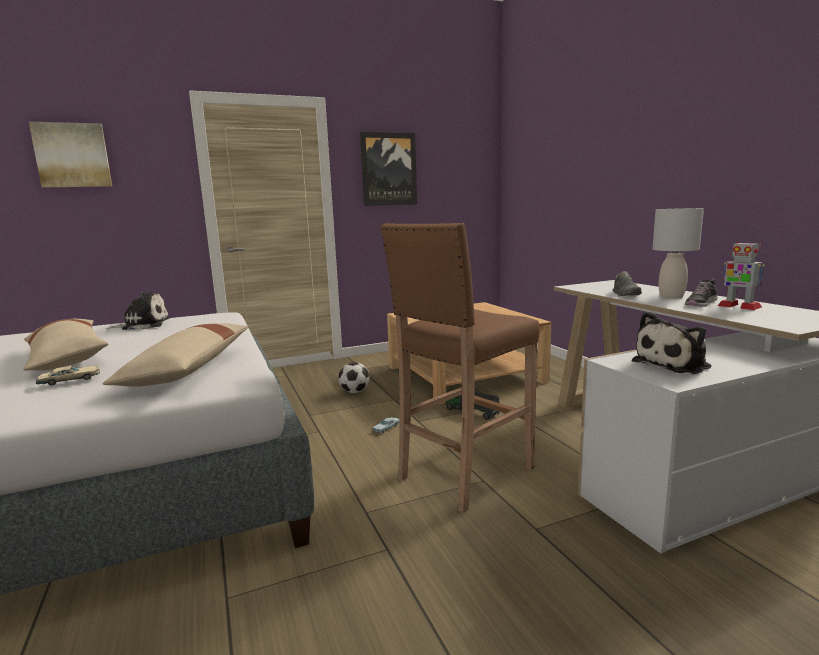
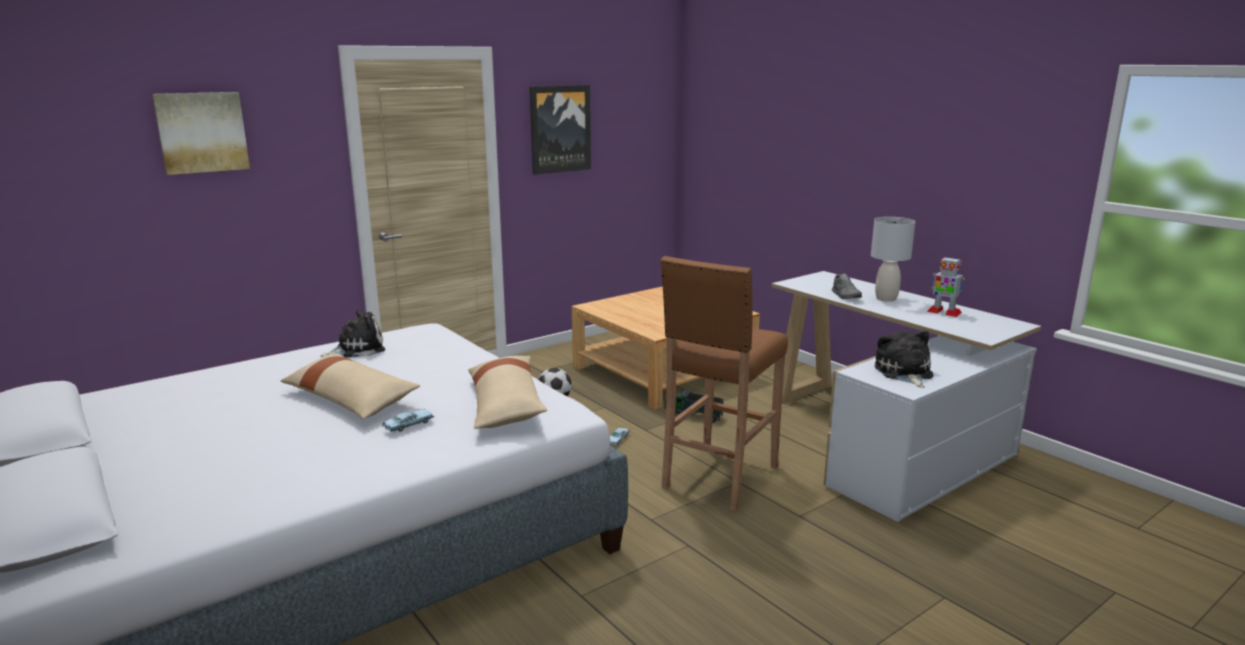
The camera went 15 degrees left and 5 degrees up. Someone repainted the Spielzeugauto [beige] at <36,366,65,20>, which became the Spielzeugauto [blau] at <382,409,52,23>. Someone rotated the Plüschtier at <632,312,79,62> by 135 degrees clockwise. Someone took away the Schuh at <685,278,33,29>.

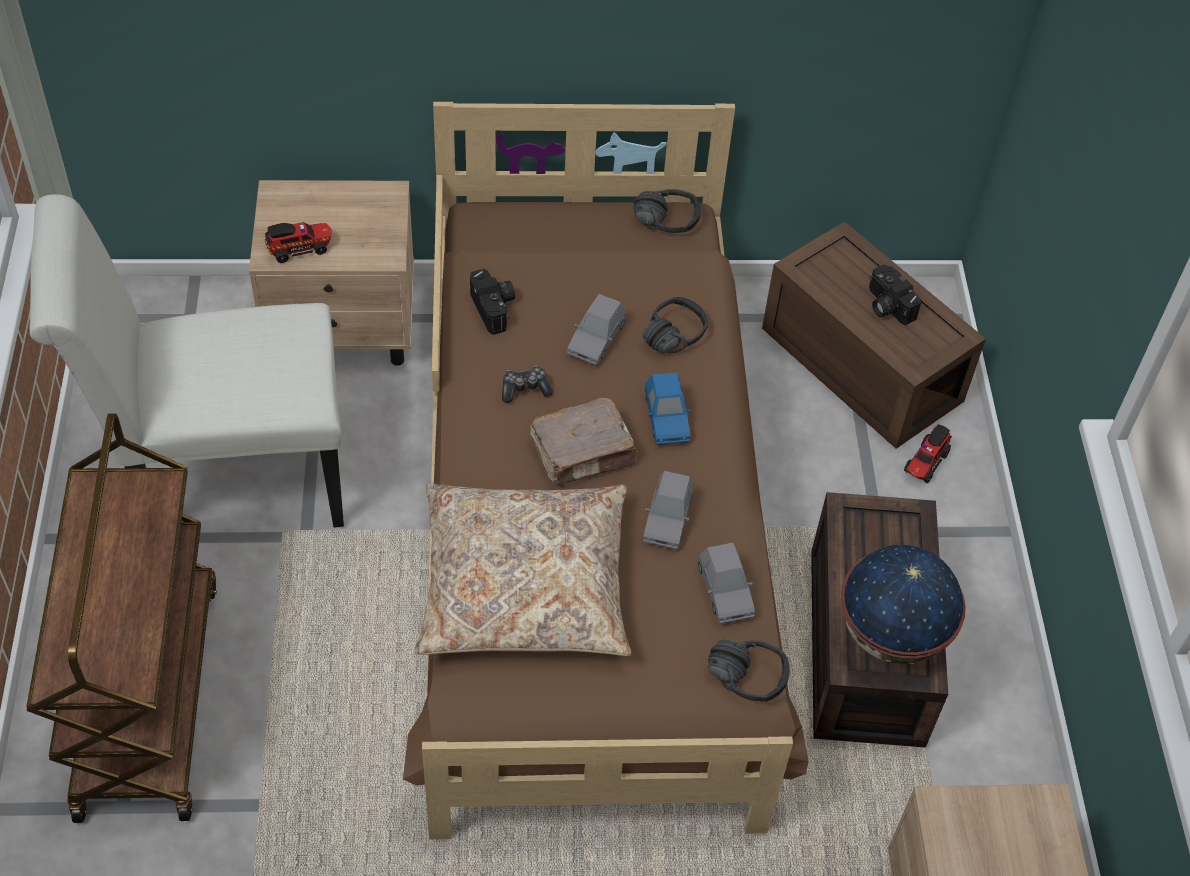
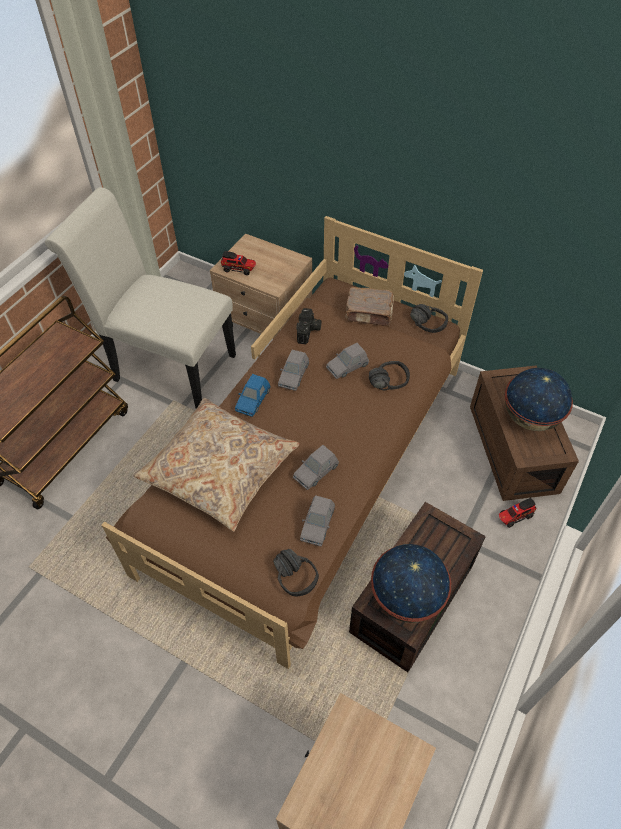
The camera went 35 degrees right and 0 degrees up. Someone carried the Spielzeugauto [blau] from <645,372,46,73> to <235,374,36,43>. Someone swapped the Gamepad at <502,366,51,37> for the Spielzeugauto [grau] at <278,350,31,41>. Someone carried the Buch [braun] from <530,398,108,87> to <345,287,49,40>. Someone swapped the Kamera at <869,264,52,61> for the Globus at <505,368,68,63>.

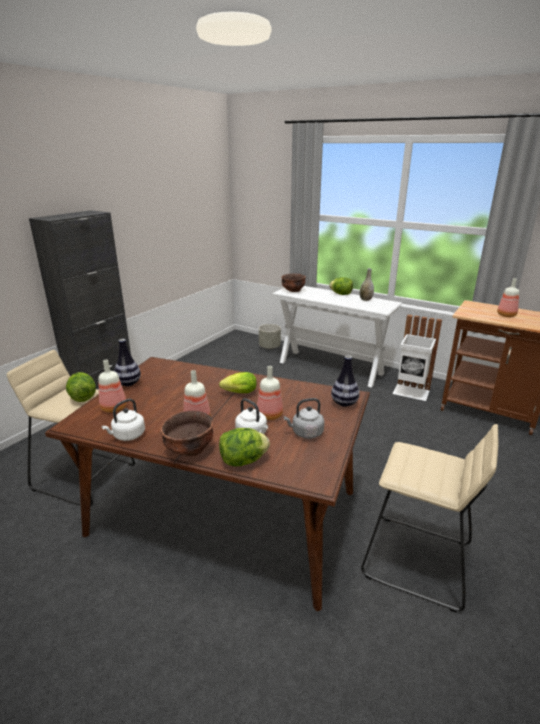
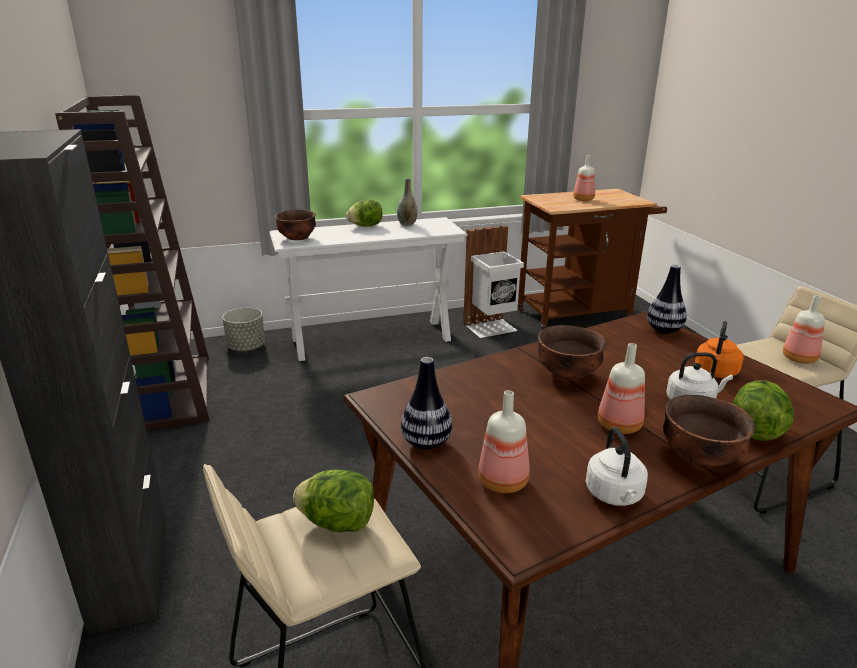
The camera went 50 degrees left and 0 degrees up. Someone put down the Bücherregal [braun] at <55,95,155,336>. Someone swapped the Salatkopf at <219,372,38,21> for the Schüssel [braun] at <538,325,68,55>. Someone repainted the Wasserkessel [grau] at <283,398,41,41>, which became the Wasserkessel [orange] at <695,321,49,57>. Someone carried the Flasche from <257,366,26,54> to <783,295,42,69>.

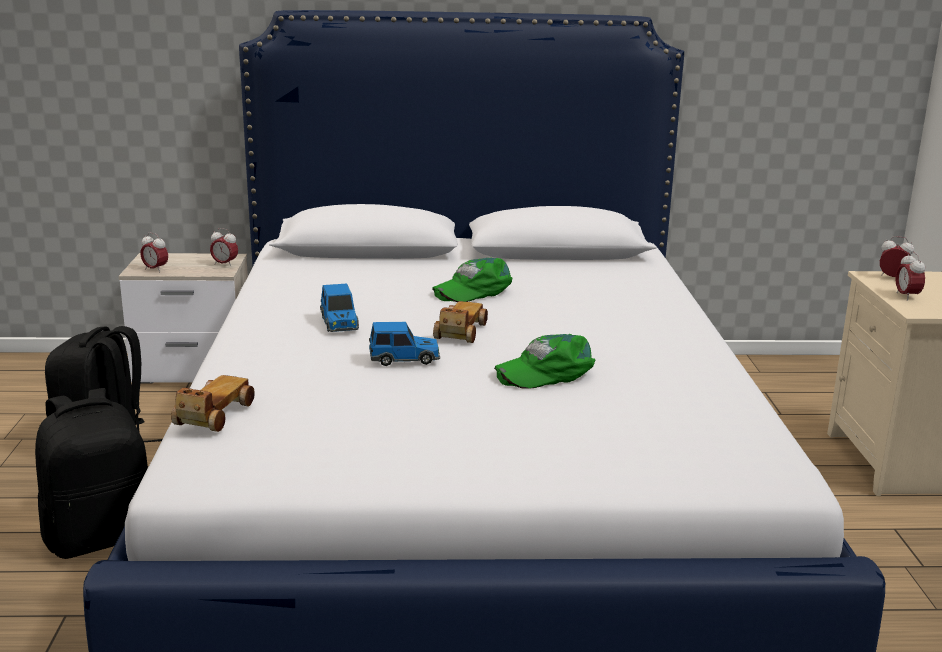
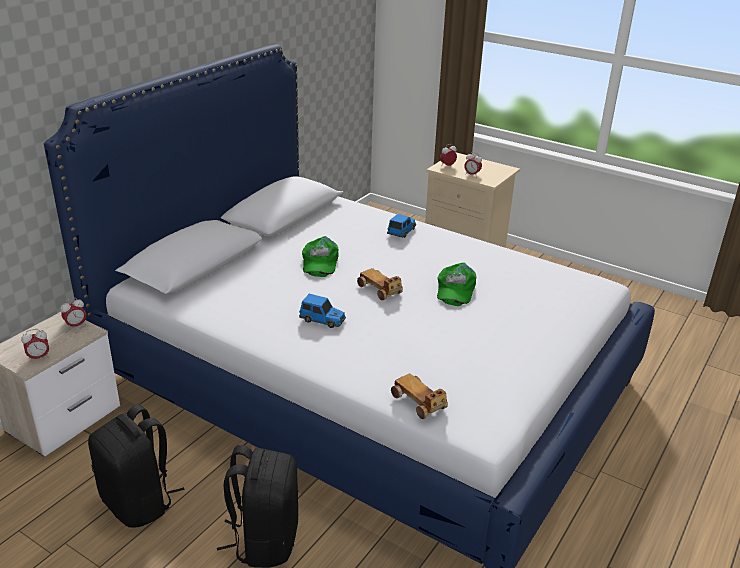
The camera went 55 degrees left and 10 degrees up. Someone carried the Spielzeugauto from <369,322,71,44> to <387,214,29,24>.

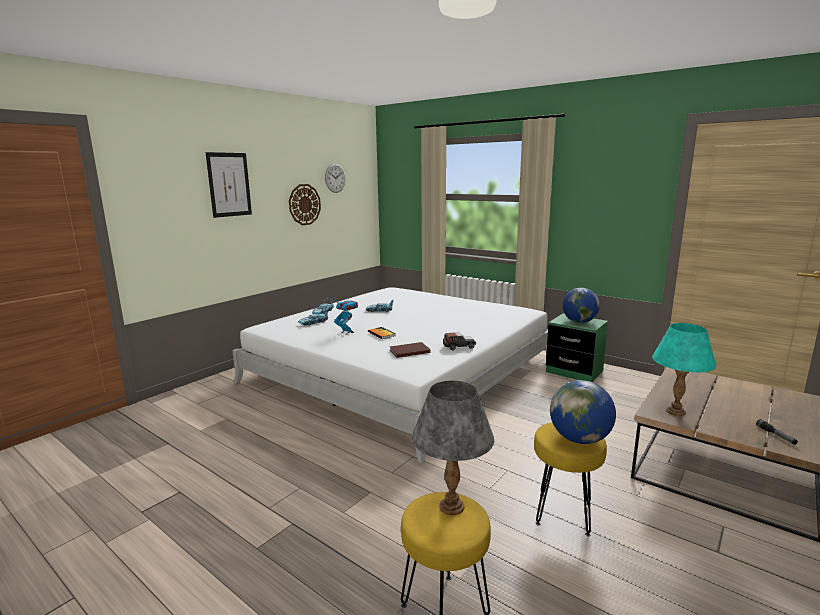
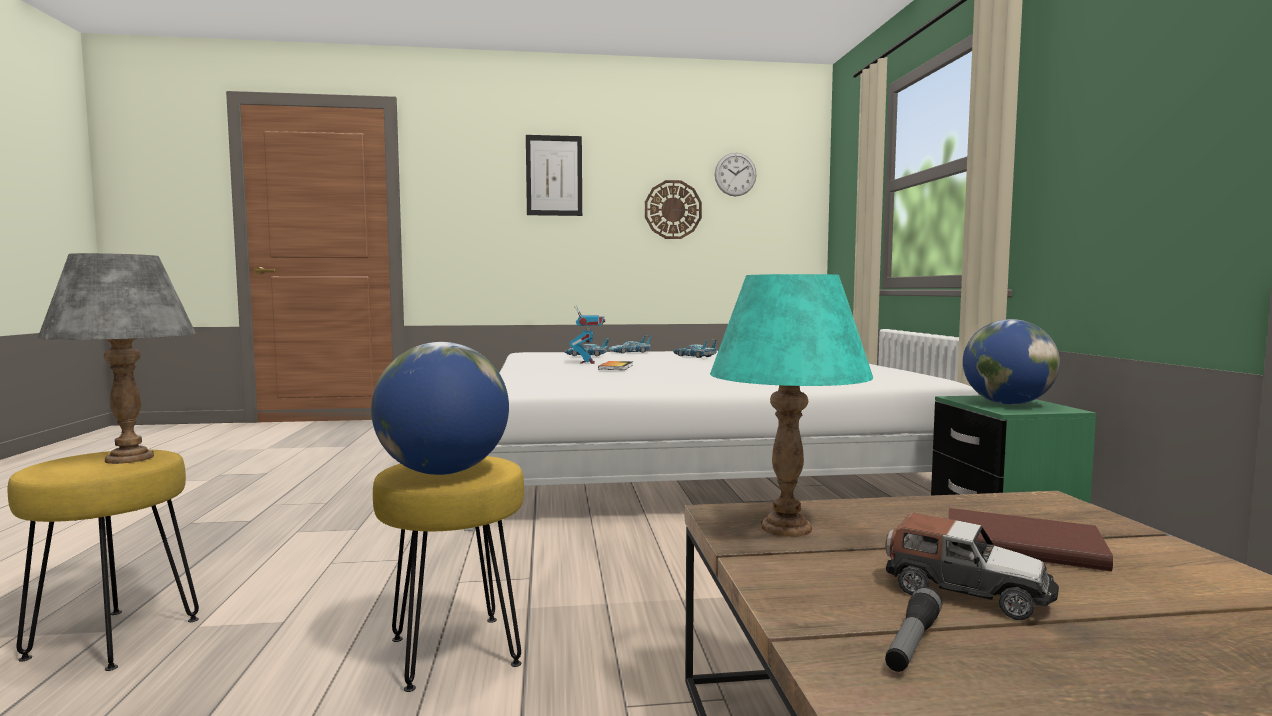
The camera went 45 degrees right and 10 degrees down. Someone carried the Spielzeugauto from <443,332,33,18> to <885,513,174,107>. Someone carried the Buch [braun] from <390,342,41,16> to <948,508,165,63>.

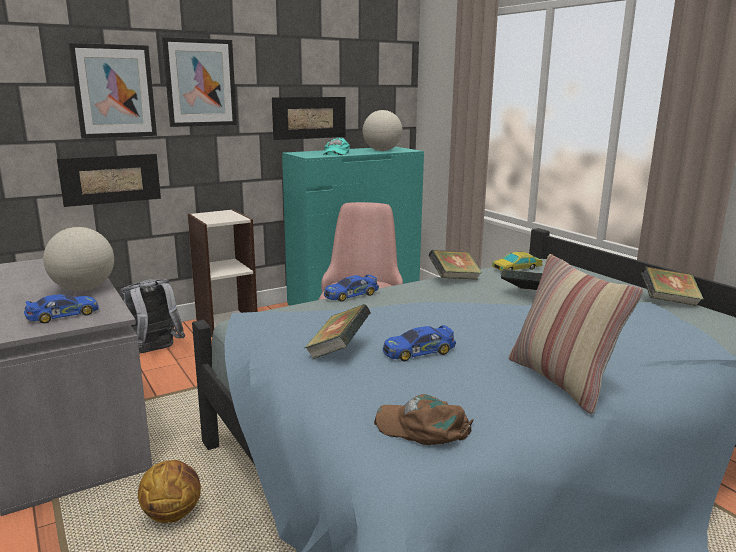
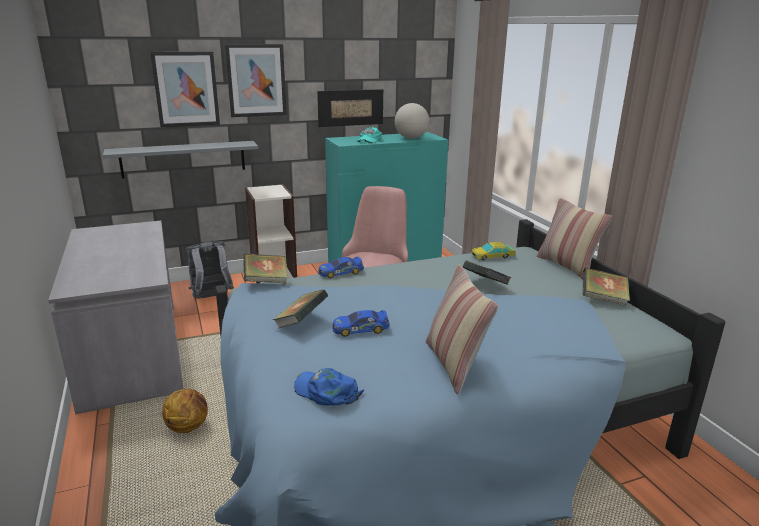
The camera went 10 degrees right and 5 degrees up. Someone swapped the Bild at <57,154,104,53> for the Wandregal [grau] at <103,141,155,38>. Someone carried the Buch from <428,250,54,30> to <243,254,45,29>. Someone repainted the Kappe [braun] at <374,394,100,51>, which became the Kappe [blau] at <294,368,70,38>. Someone put down the Kissen at <537,198,75,81>. Someone took away the Spielzeugauto at <24,294,75,30>. Someone took away the Globus at <43,227,71,64>.

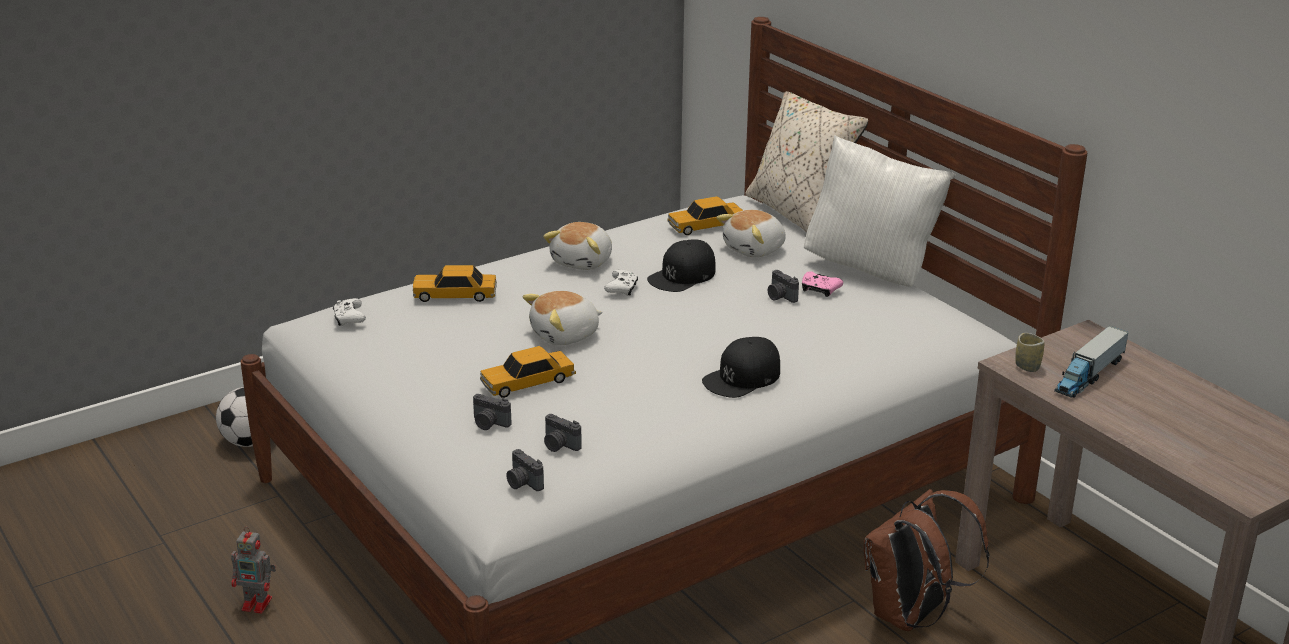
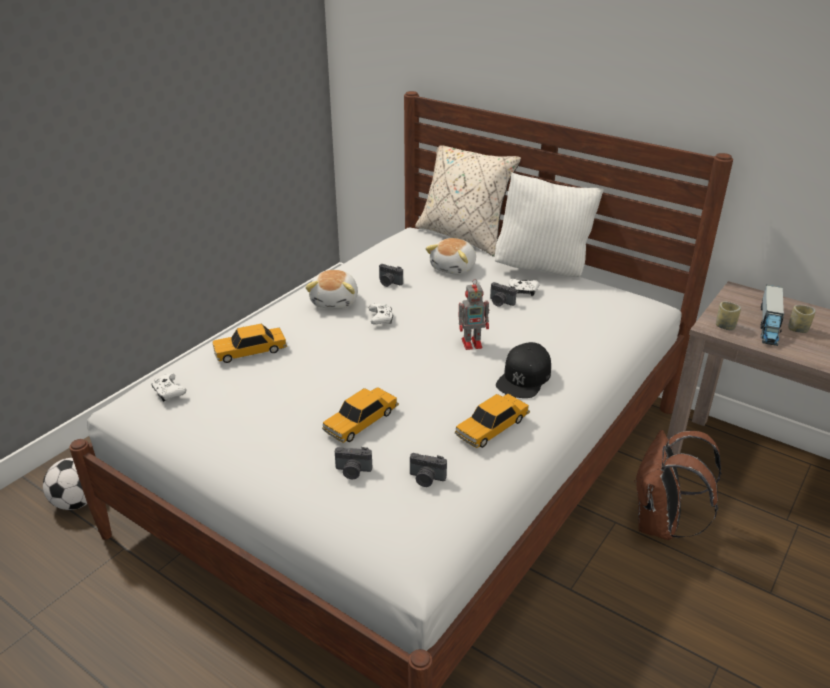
The camera went 20 degrees left and 5 degrees up. Someone carried the Kamera from <506,449,38,42> to <379,264,24,23>. Someone carried the Spielzeugauto from <668,196,75,39> to <455,394,75,54>. Someone carried the Spielzeugroboter from <231,526,45,87> to <459,279,30,71>. Someone repainted the Gamepad [rosa] at <802,271,41,26>, which became the Gamepad [weiß] at <509,279,31,17>. Someone put down the Tasse at <788,305,28,28>. Someone took away the Plüschtier at <523,291,80,54>. Someone took away the Kappe [schwarz] at <647,239,69,53>.

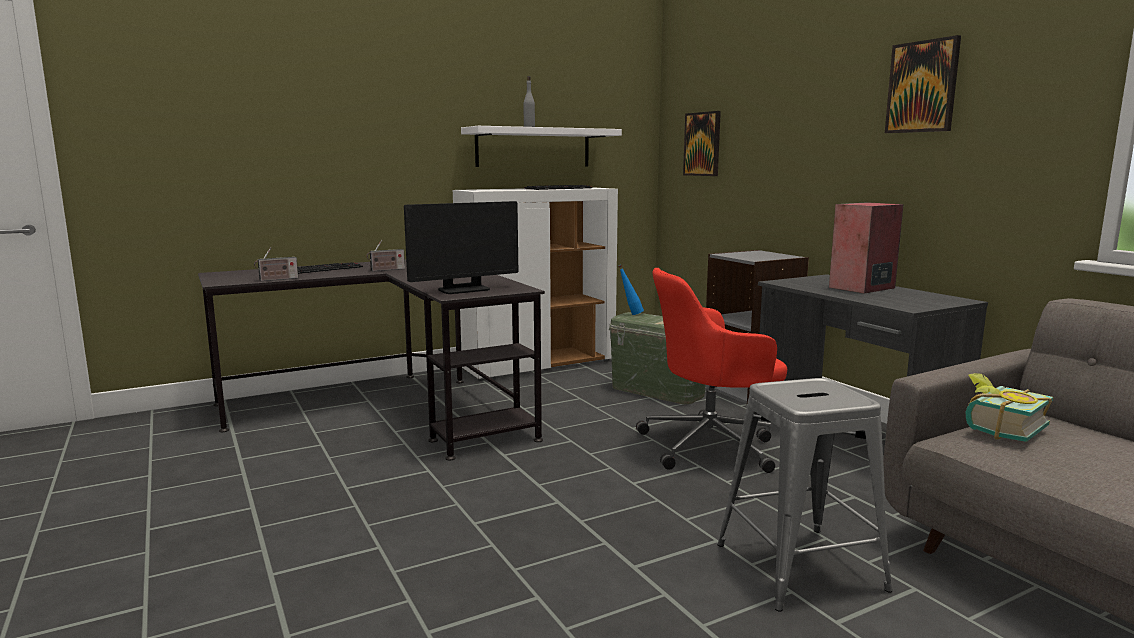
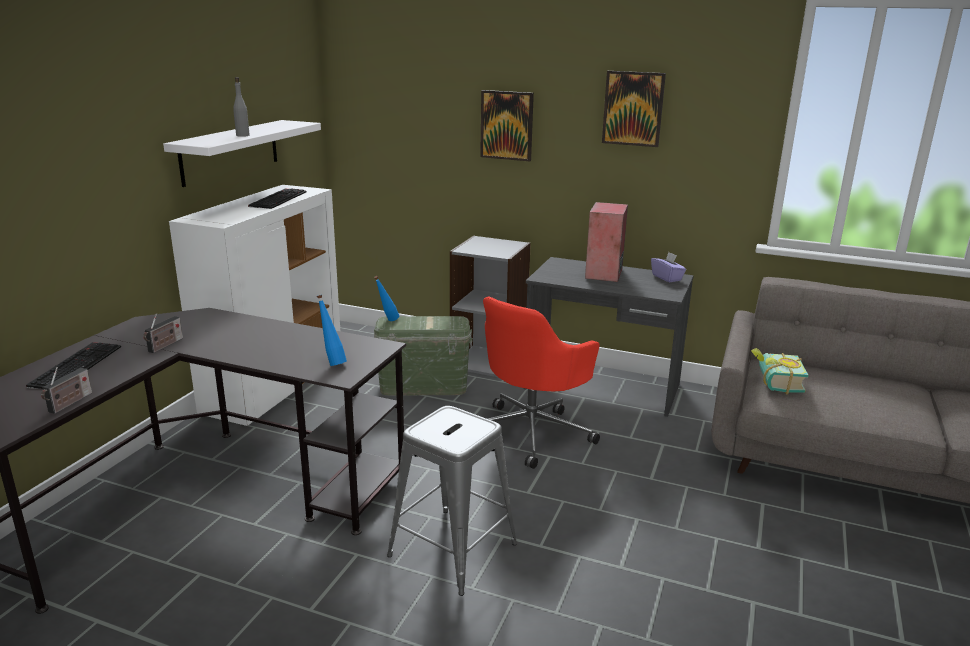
The camera went 40 degrees left and 10 degrees up. Someone swapped the Monitor at <404,201,114,93> for the Flasche [blau] at <317,295,30,71>. Someone carried the Hocker [grau] from <717,378,175,234> to <387,406,130,190>. Someone carried the Bild from <683,111,38,65> to <480,90,54,71>. Someone put down the Taschentuchbox [lila] at <651,252,35,30>.

